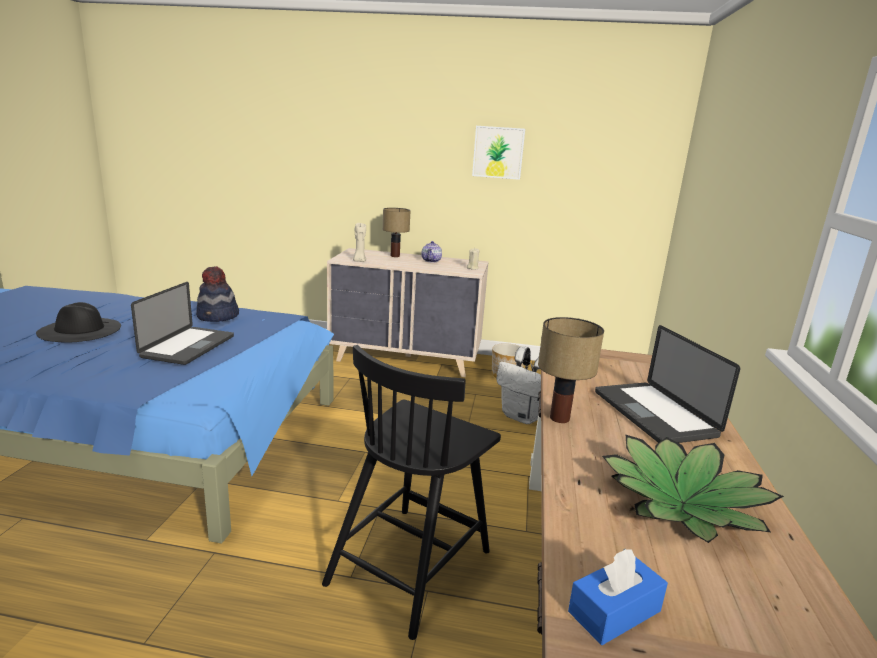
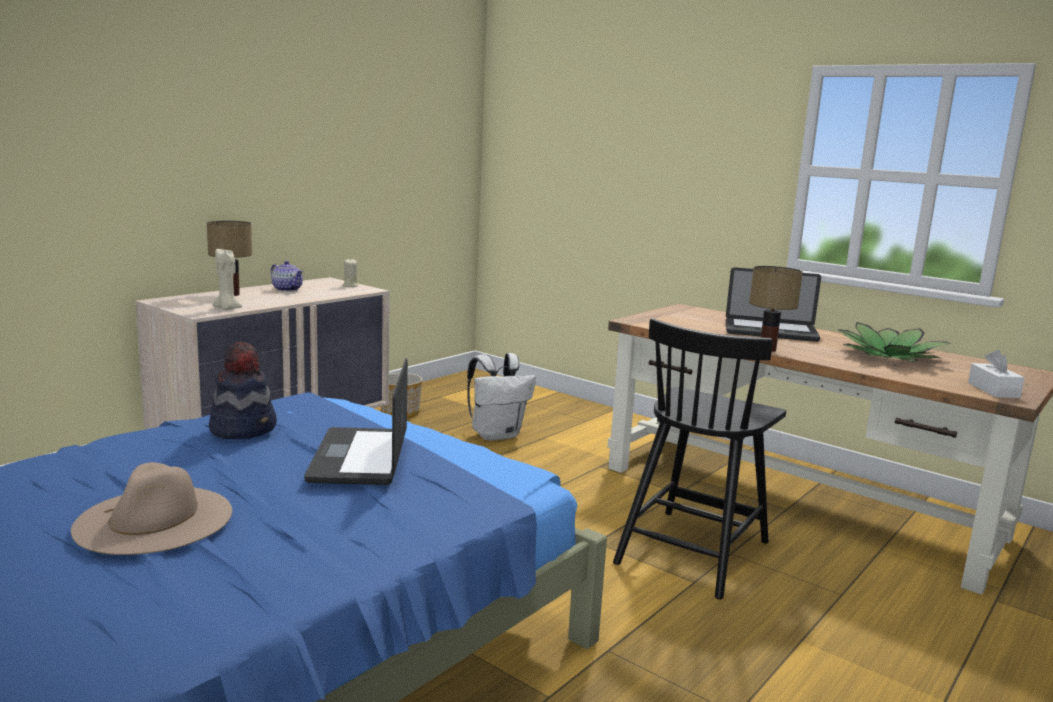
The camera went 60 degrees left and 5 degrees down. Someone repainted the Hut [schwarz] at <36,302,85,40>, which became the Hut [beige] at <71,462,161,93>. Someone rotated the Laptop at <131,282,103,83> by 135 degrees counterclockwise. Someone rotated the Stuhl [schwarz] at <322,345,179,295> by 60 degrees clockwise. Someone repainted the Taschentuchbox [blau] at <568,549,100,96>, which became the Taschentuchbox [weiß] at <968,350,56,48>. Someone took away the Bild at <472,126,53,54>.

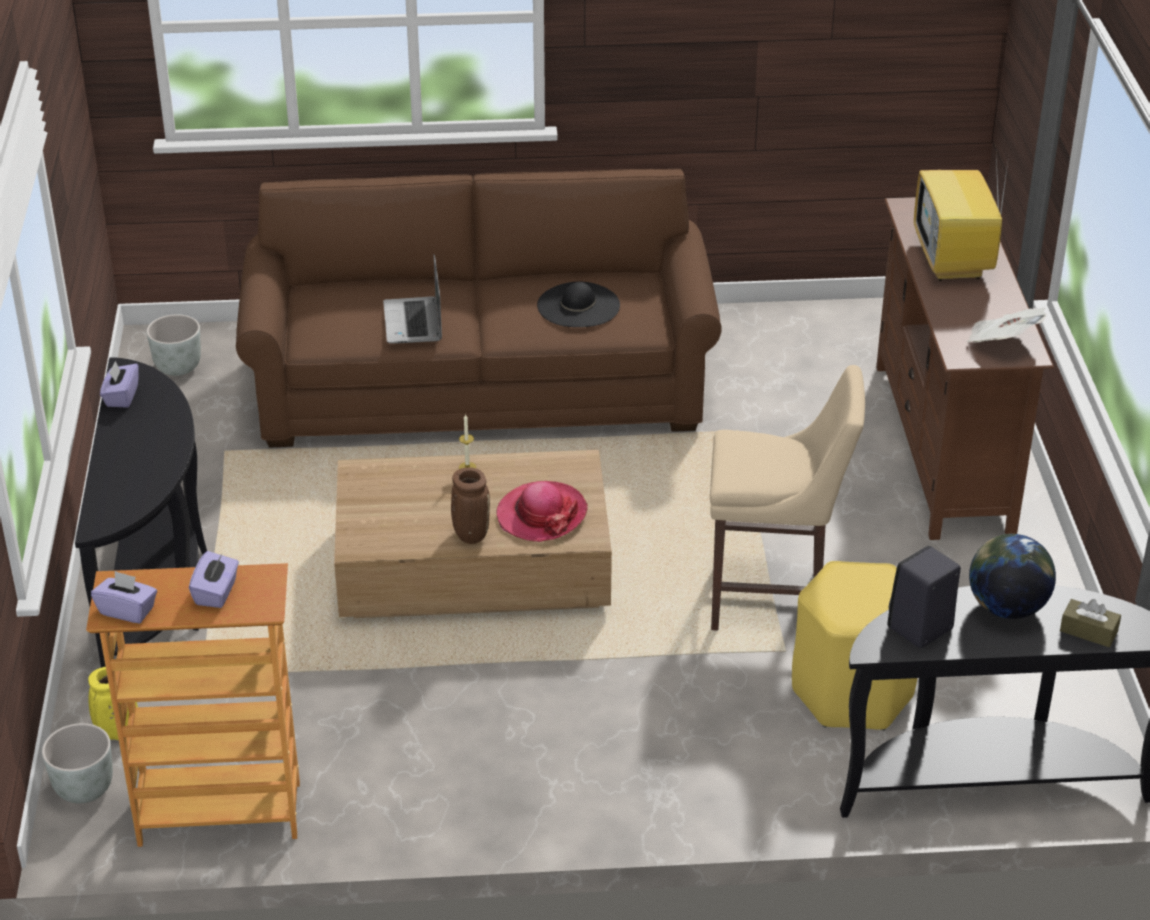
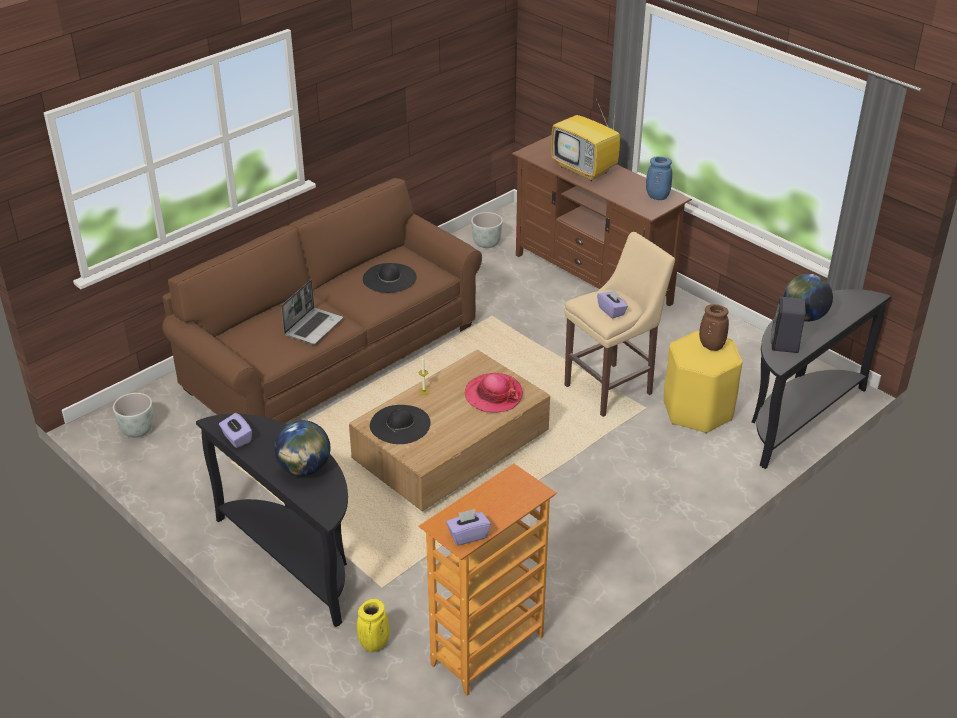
The camera went 40 degrees left and 0 degrees up. Someone put down the Globus at <274,420,56,56>. Someone rotated the Laptop at <383,255,59,89> by 105 degrees counterclockwise. Someone put down the Hut [schwarz] at <370,405,61,39>. Someone carried the Pflanzkübel [grau] from <42,723,71,81> to <471,212,32,36>. Someone carried the Taschentuchbox [lila] from <189,551,50,57> to <597,289,31,30>. Someone swapped the Zeitung at <967,308,79,34> for the Vase [blau] at <646,157,26,43>. Someone carried the Vase [braun] from <451,467,39,77> to <699,304,30,47>. Someone took away the Taschentuchbox [braun] at <1060,599,61,48>.

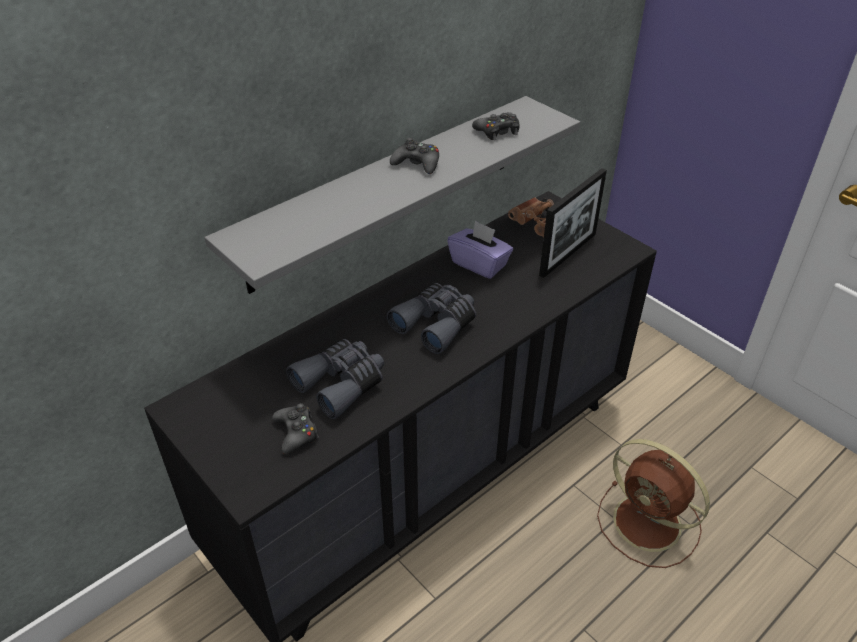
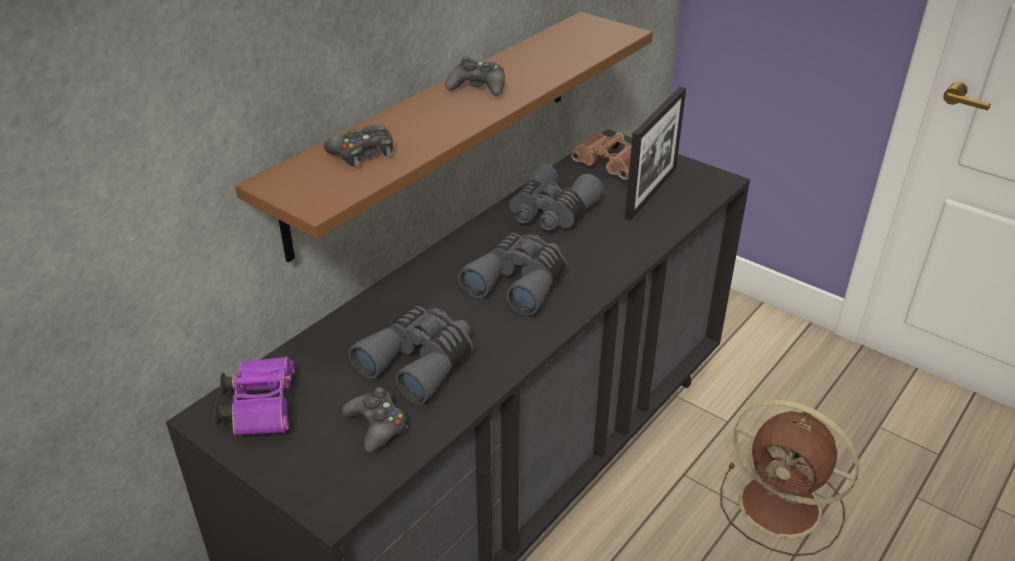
The camera went 10 degrees left and 5 degrees down. Someone put down the Fernglas [lila] at <214,357,80,79>. Someone repainted the Wandregal [grau] at <205,96,375,198>, which became the Wandregal [braun] at <235,12,418,250>. Someone carried the Gamepad [schwarz] from <472,112,47,28> to <324,124,69,43>. Someone swapped the Taschentuchbox [lila] at <447,220,66,59> for the Fernglas [grau] at <509,163,95,67>.

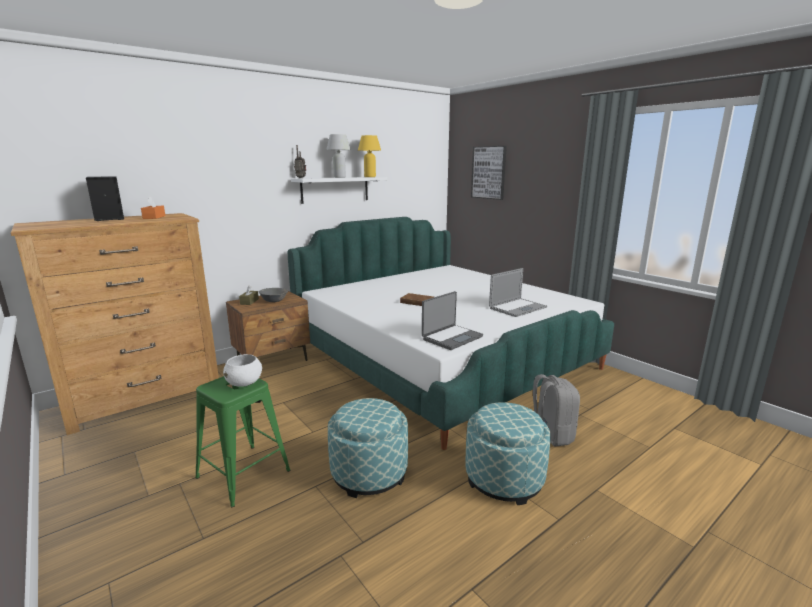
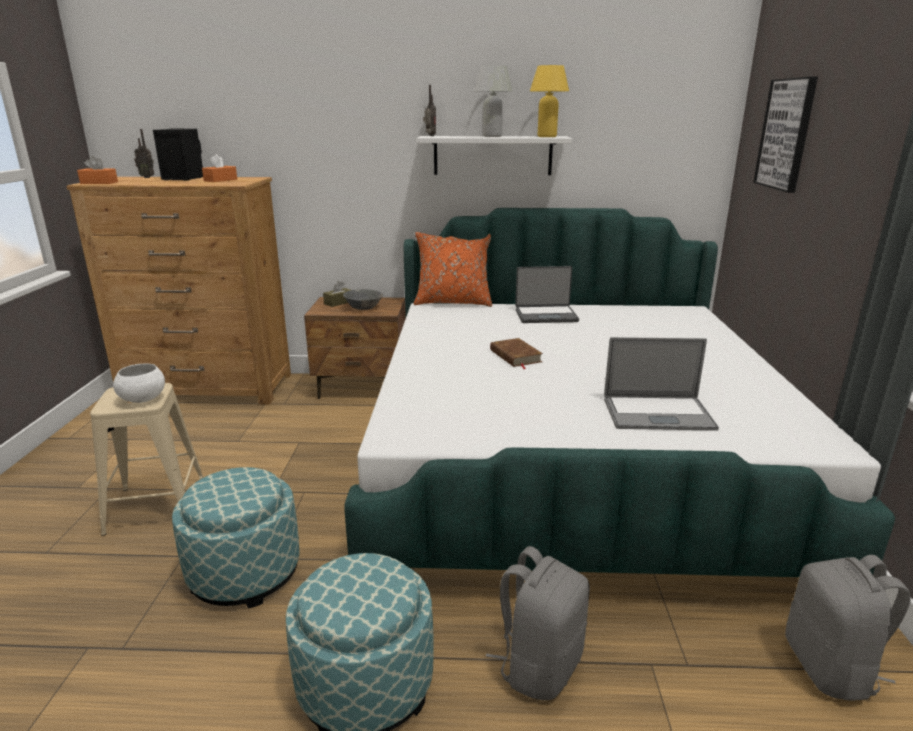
The camera went 40 degrees right and 5 degrees up. Someone put down the Taschentuchbox [orange] at <77,156,41,28>. Someone repainted the Hocker [grün] at <195,376,95,131>, which became the Hocker [beige] at <90,383,113,153>. Someone put down the Radio at <134,129,20,49>. Someone put down the Kissen [orange] at <414,232,78,75>. Someone carried the Laptop from <422,291,61,59> to <515,266,64,57>. Someone put down the Rucksack [grau] at <785,555,126,146>.

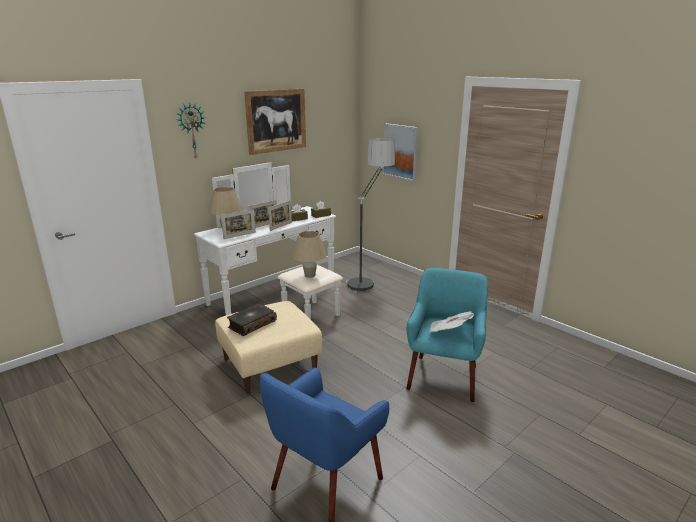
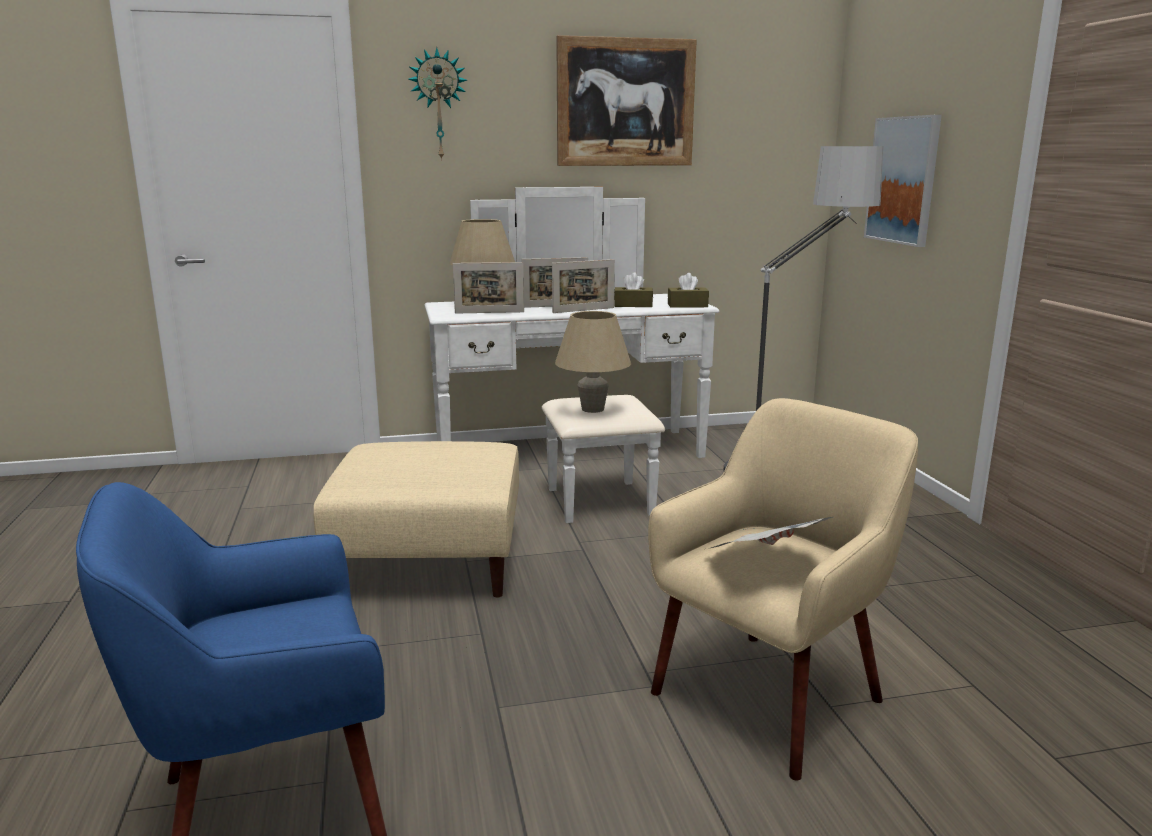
The camera went 30 degrees right and 5 degrees down. Someone repainted the Sessel [türkis] at <406,268,82,134>, which became the Sessel [beige] at <648,398,270,383>. Someone took away the Buch at <227,303,50,33>.

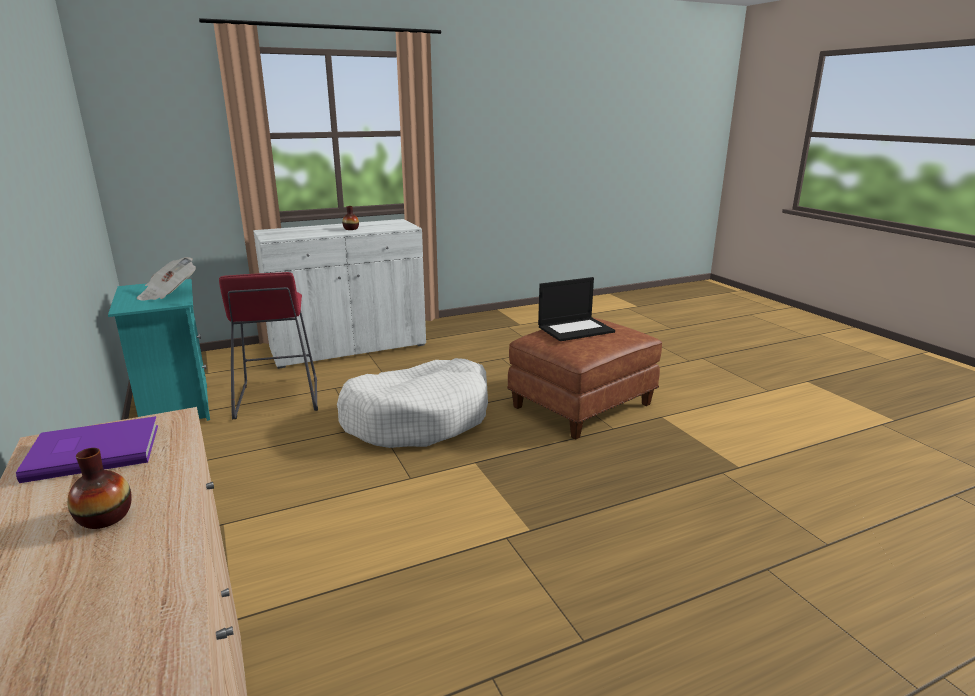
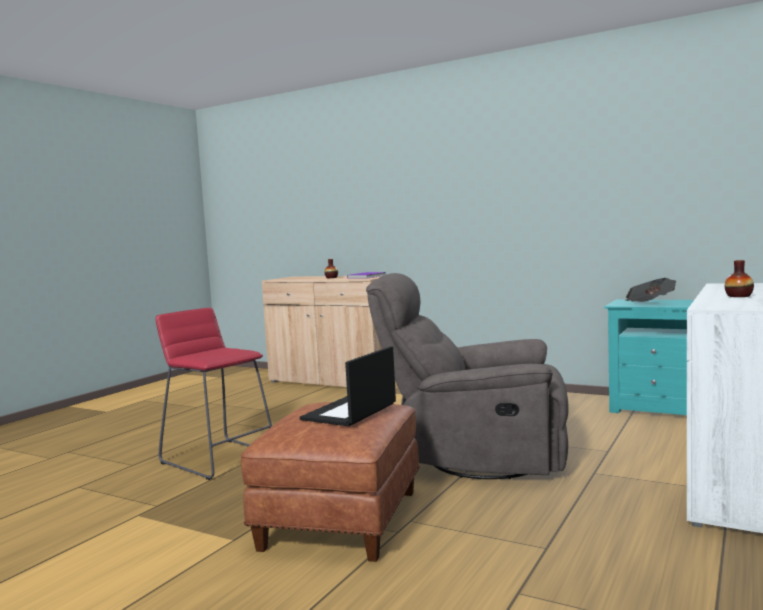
The camera went 145 degrees right and 15 degrees down. Someone carried the Hocker [rot] from <219,272,99,147> to <156,308,116,172>. Someone swapped the Hundebett [weiß] at <337,358,151,90> for the Sessel [grau] at <366,273,202,206>.

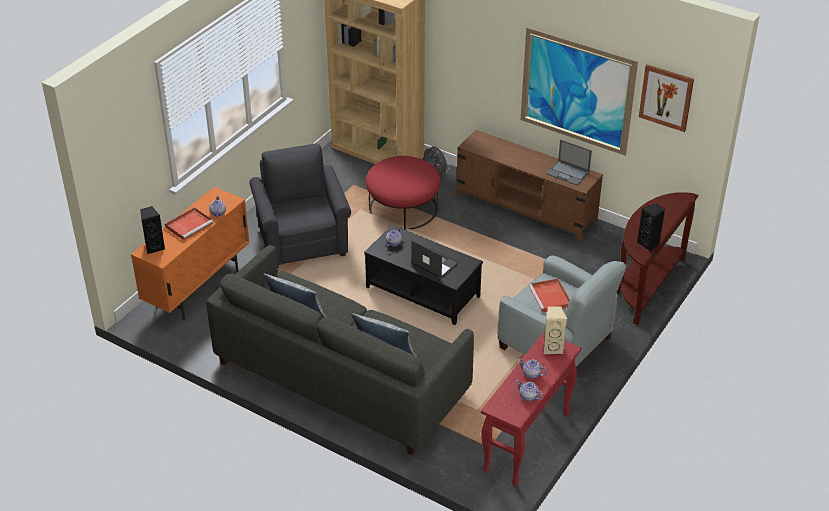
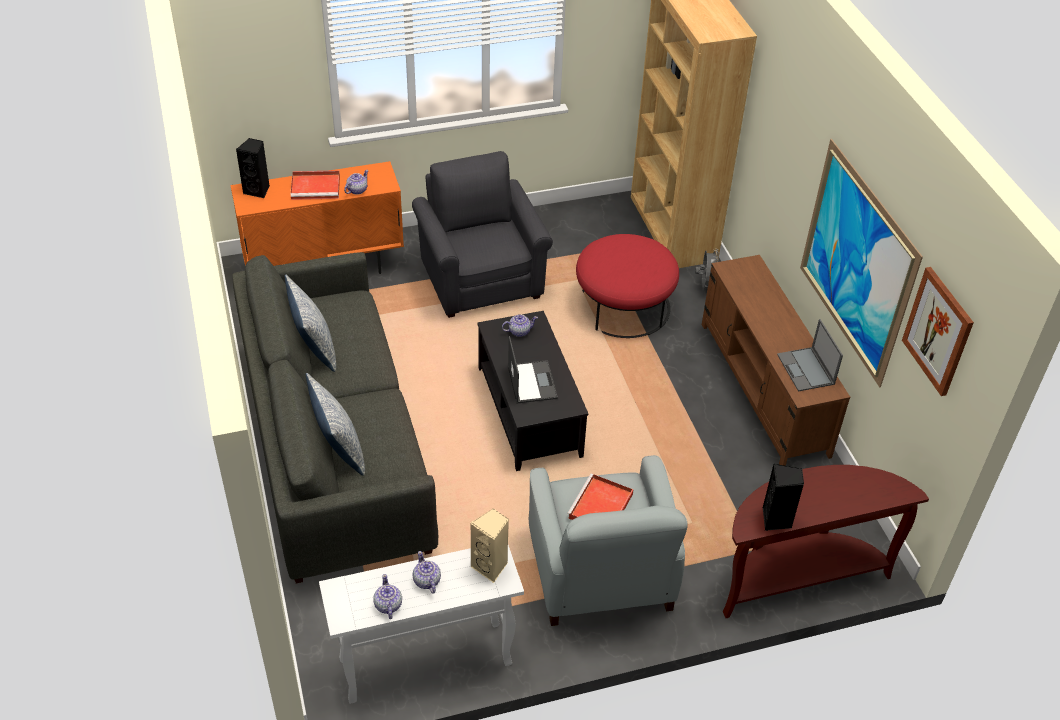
The camera went 40 degrees right and 5 degrees up. Someone repainted the Konsolentisch [rot] at <481,332,100,154>, which became the Konsolentisch [weiß] at <319,545,205,159>. Someone rotated the Sessel [grau] at <249,143,102,124> by 45 degrees counterclockwise.

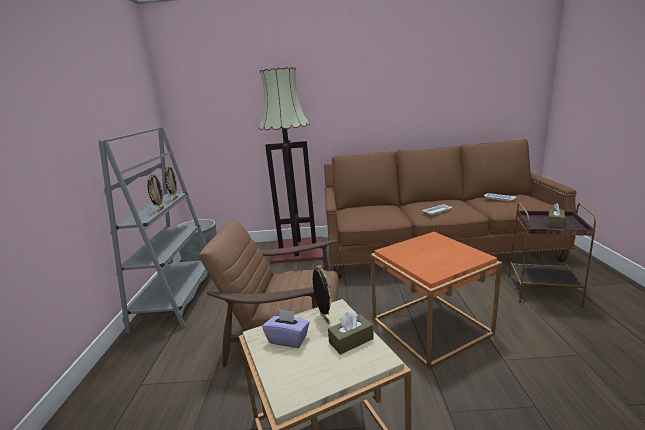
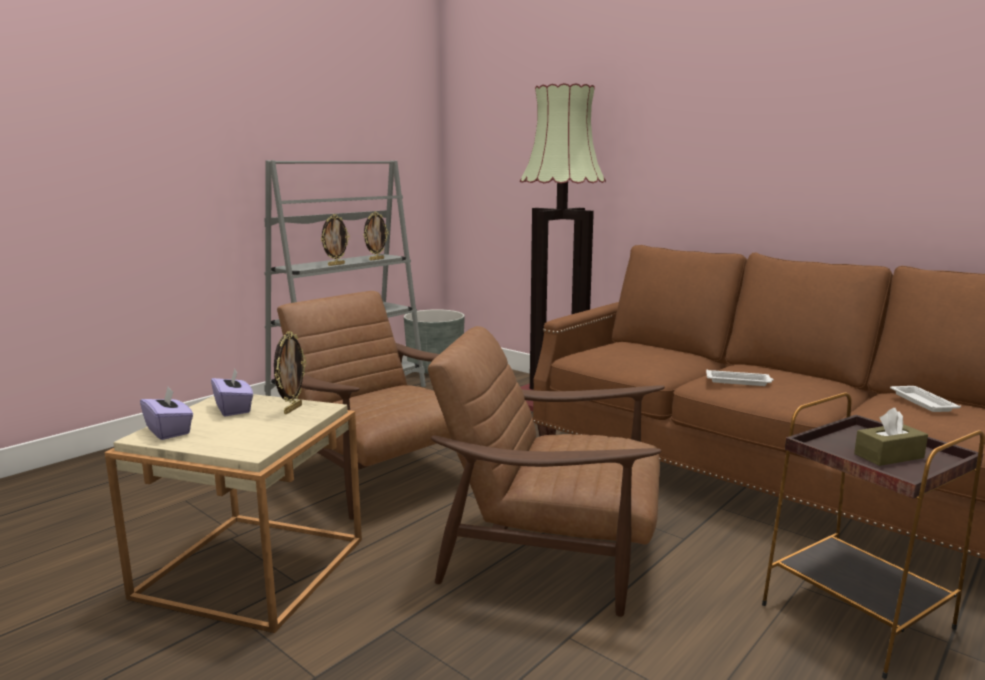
The camera went 40 degrees right and 5 degrees down. Someone put down the Taschentuchbox [lila] at <140,387,53,53>. Someone swapped the Beistelltisch [orange] at <370,232,132,137> for the Sessel [braun] at <428,326,237,291>. Someone took away the Taschentuchbox [braun] at <328,310,46,45>.

